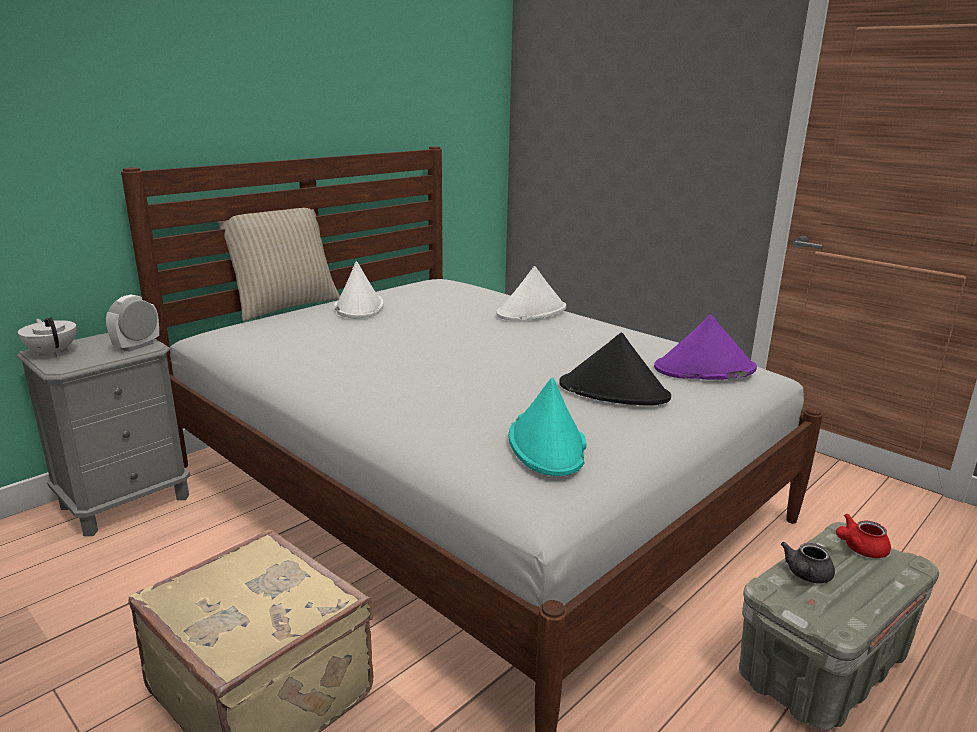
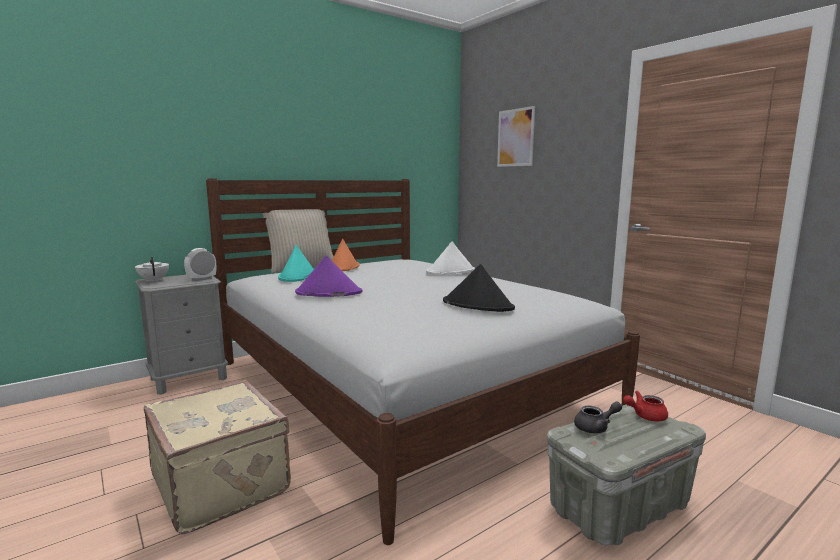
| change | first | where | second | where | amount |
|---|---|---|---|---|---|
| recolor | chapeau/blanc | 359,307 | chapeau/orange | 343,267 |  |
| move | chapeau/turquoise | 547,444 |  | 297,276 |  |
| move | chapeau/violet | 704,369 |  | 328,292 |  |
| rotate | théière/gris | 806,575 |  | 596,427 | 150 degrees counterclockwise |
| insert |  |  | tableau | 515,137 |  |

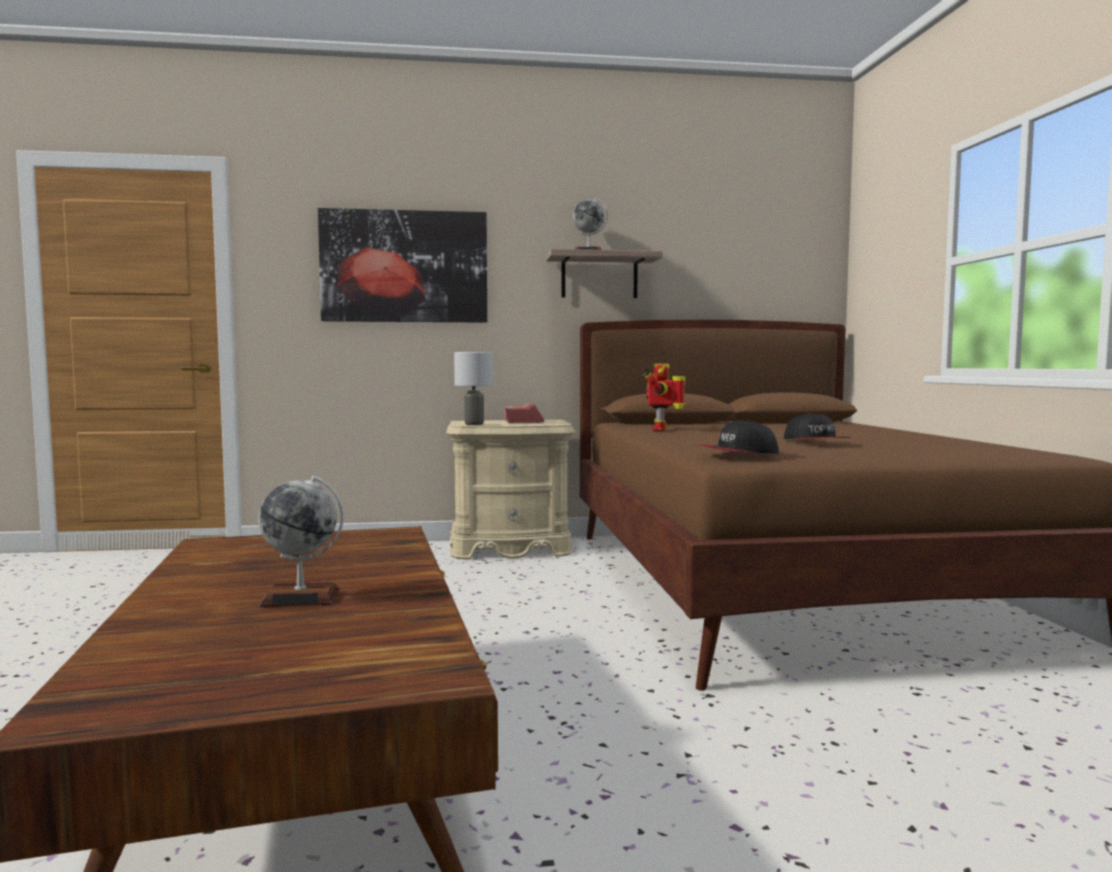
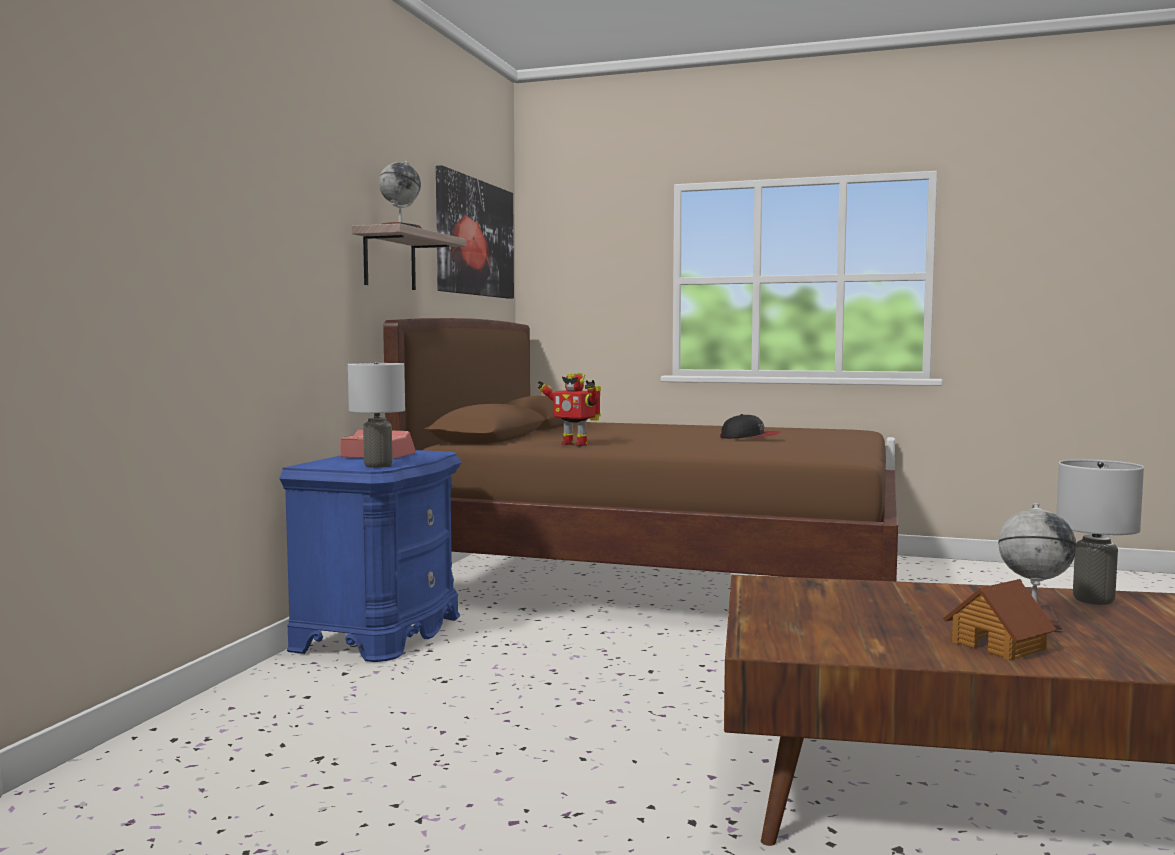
| change | first | where | second | where | amount |
|---|---|---|---|---|---|
| move | tableau | 404,267 |  | 475,238 |  |
| recolor | table de chevet/beige | 511,548 | table de chevet/bleu | 385,632 |  |
| delete | casquette | 737,453 |  |  |  |
| insert |  |  | maison miniature | 999,645 |  |
| insert |  |  | lampe de table/blanc | 1091,600 |  |

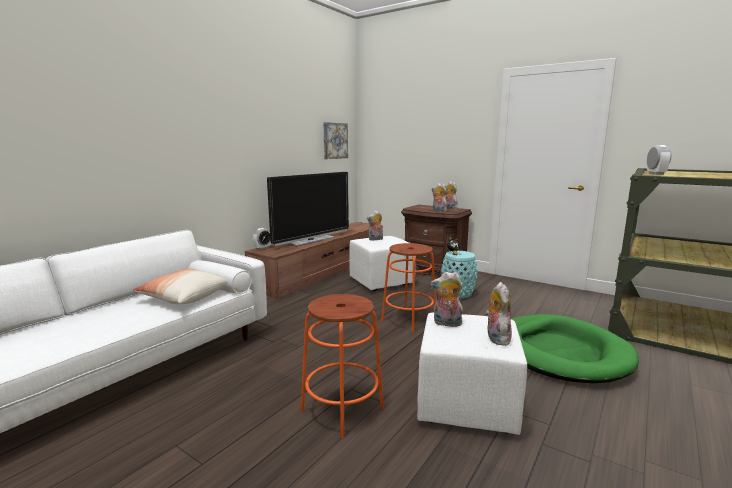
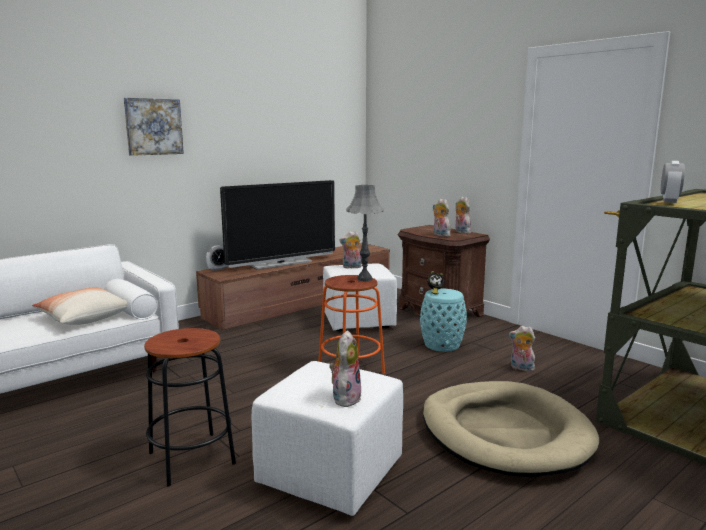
| change | first | where | second | where | amount |
|---|---|---|---|---|---|
| recolor | tabouret/orange | 342,409 | tabouret/noir | 191,458 |  |
| move | tableau | 335,140 |  | 153,126 |  |
| move | peluche | 446,323 |  | 521,368 |  |
| recolor | panier pour chien/vert | 558,352 | panier pour chien/beige | 504,433 |  |
| insert |  |  | lampe de table/gris | 364,279 |  |

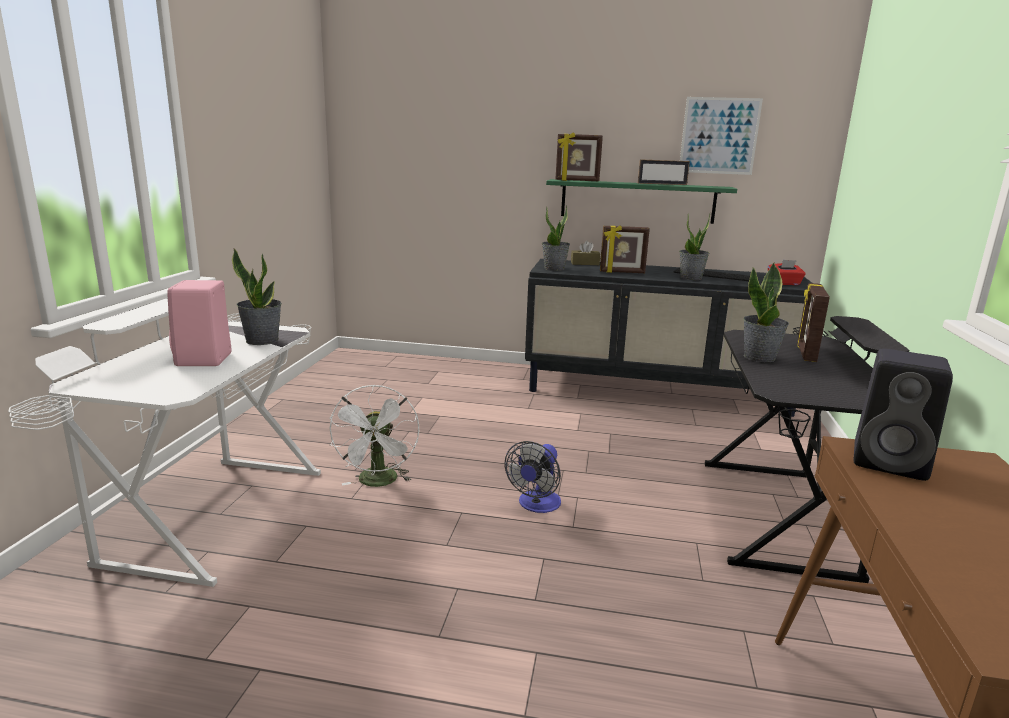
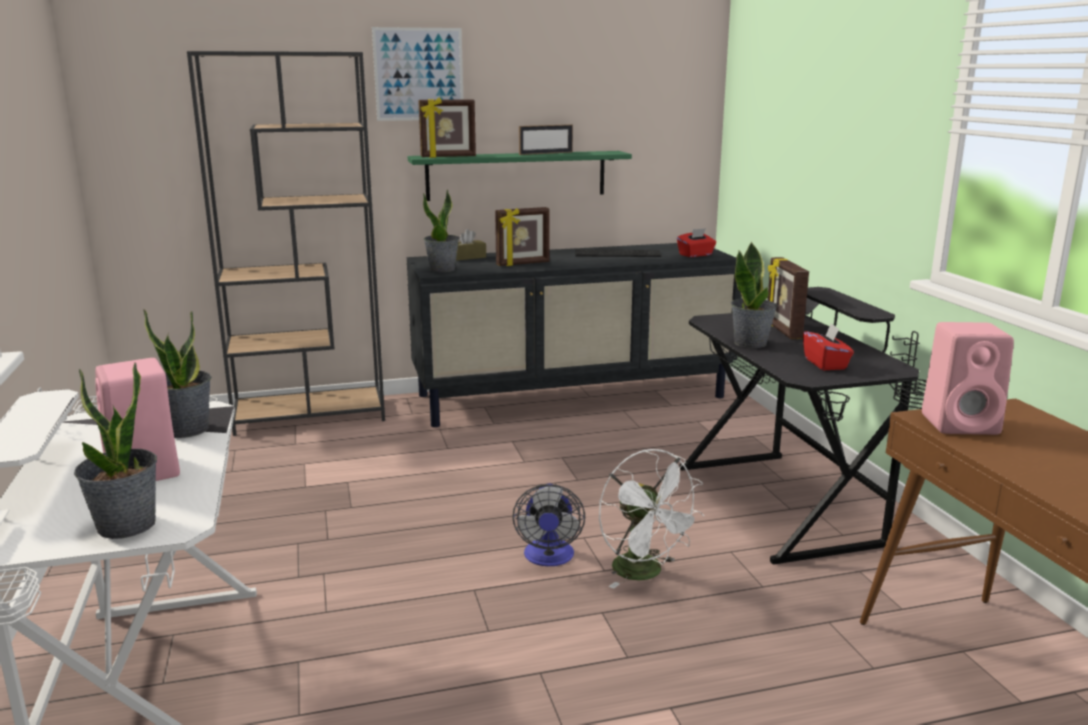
| change | first | where | second | where | amount |
|---|---|---|---|---|---|
| move | ventilateur/blanc | 378,483 |  | 645,573 |  |
| move | plante en pot | 691,278 |  | 126,526 |  |
| move | tableau | 719,136 |  | 419,74 |  |
| recolor | enceinte/noir | 892,462 | enceinte/rose | 962,424 |  |
| insert |  |  | bibliothèque | 310,415 |  |
| insert |  |  | boîte à mouchoirs/rouge | 825,364 |  |

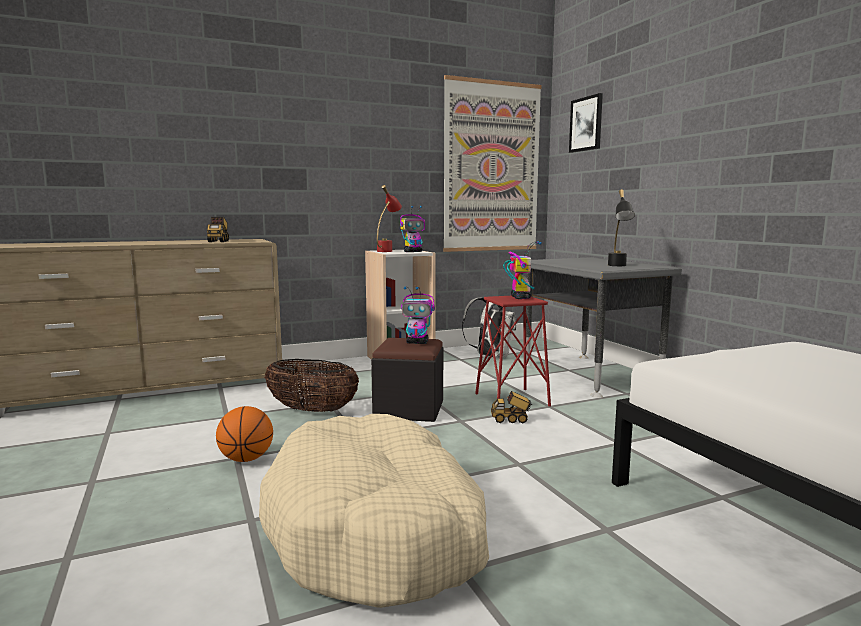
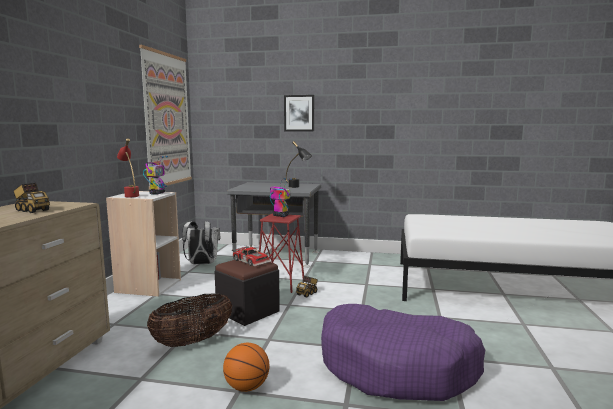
| change | first | where | second | where | amount |
|---|---|---|---|---|---|
| recolor | panier pour chien/beige | 377,531 | panier pour chien/violet | 397,367 |  |
| replace | robot jouet | 418,342 | petite voiture | 252,261 |  |
| move | tableau | 586,124 |  | 299,113 |  |

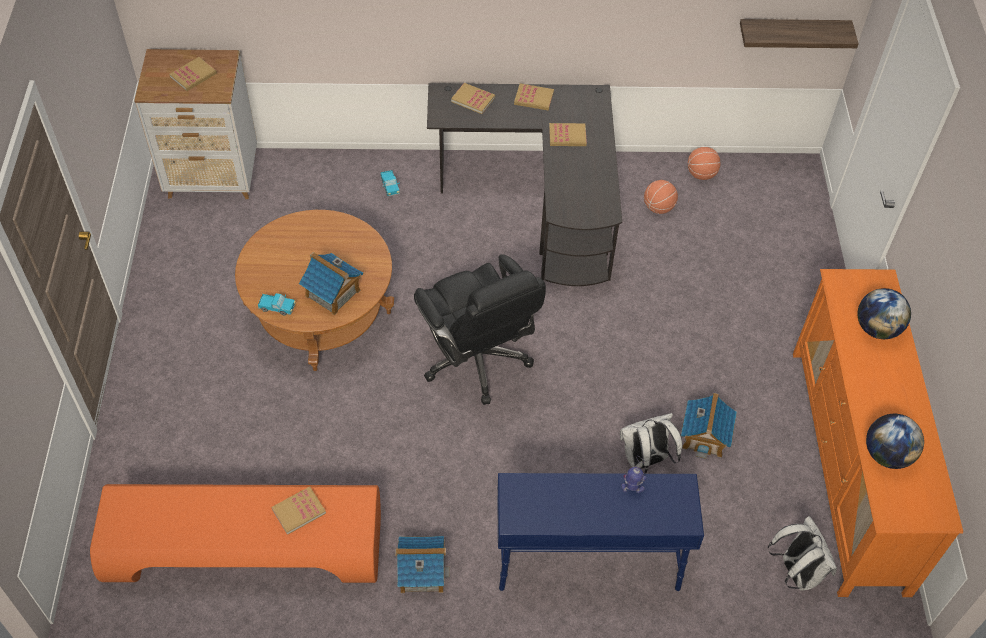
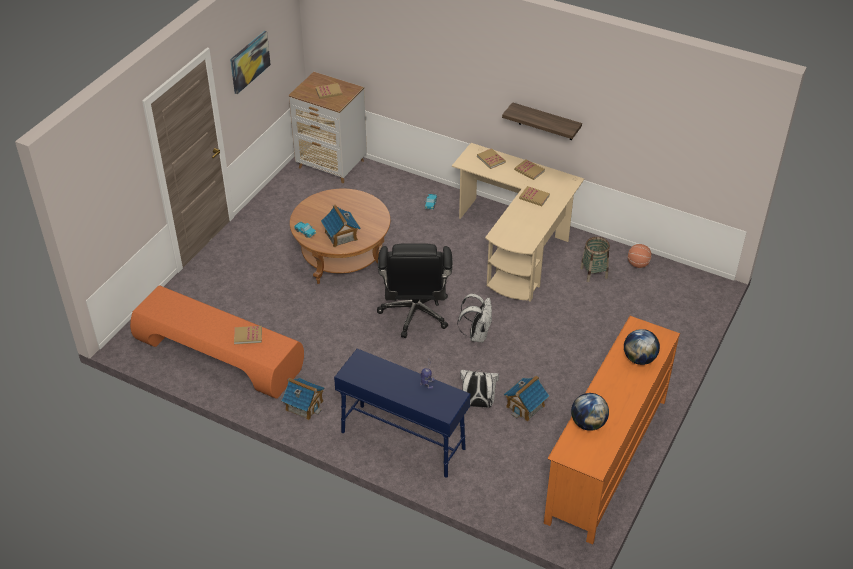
| change | first | where | second | where | amount |
|---|---|---|---|---|---|
| recolor | bureau/noir | 540,203 | bureau/beige | 517,245 |  |
| replace | ballon de basket | 658,207 | panier | 593,273 |  |
| move | étagère | 792,33 |  | 546,122 |  |
| move | sac à dos/blanc | 796,572 |  | 477,335 |  |
| insert |  |  | tableau | 249,61 |  |

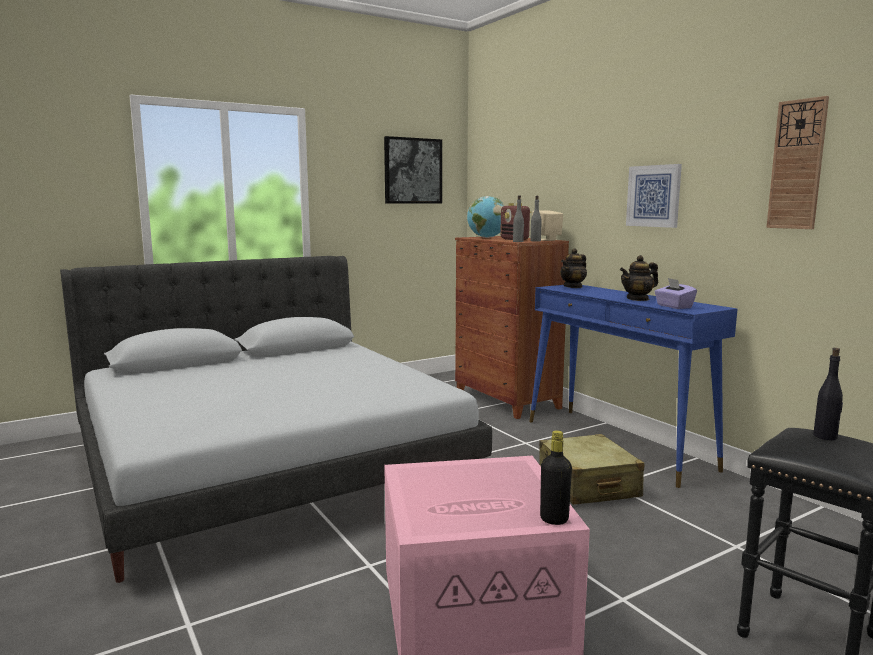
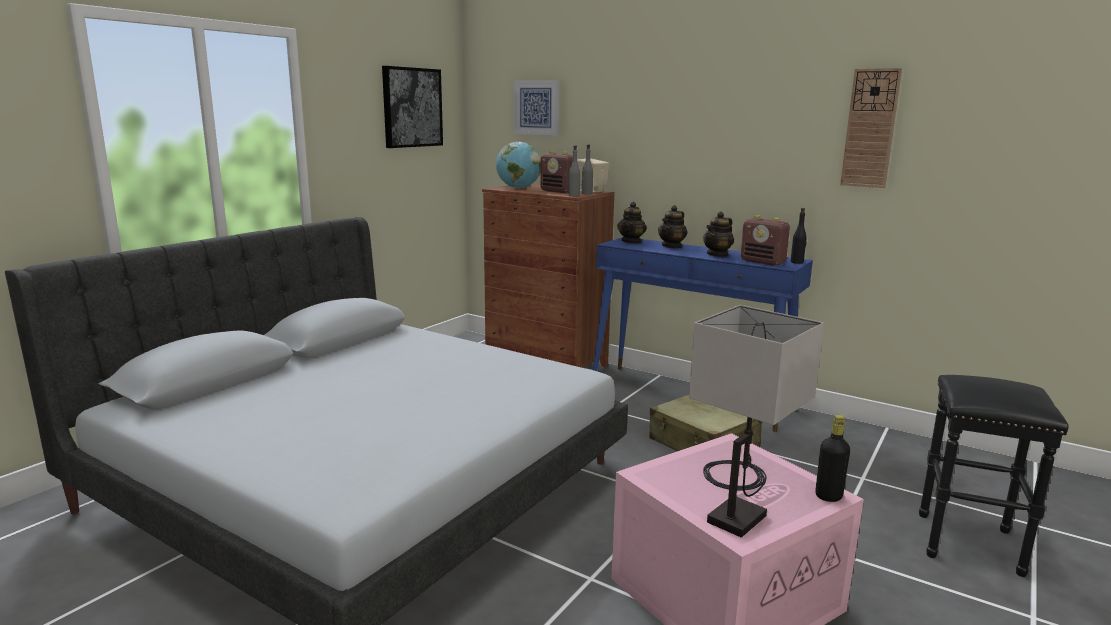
| change | first | where | second | where | amount |
|---|---|---|---|---|---|
| move | tableau | 654,196 |  | 537,107 |  |
| replace | boîte à mouchoirs/violet | 673,306 | radio | 763,262 |  |
| move | bouteille/noir | 825,436 |  | 797,262 |  |
| insert |  |  | théière | 672,246 |  |
| insert |  |  | lampe de table | 738,499 |  |

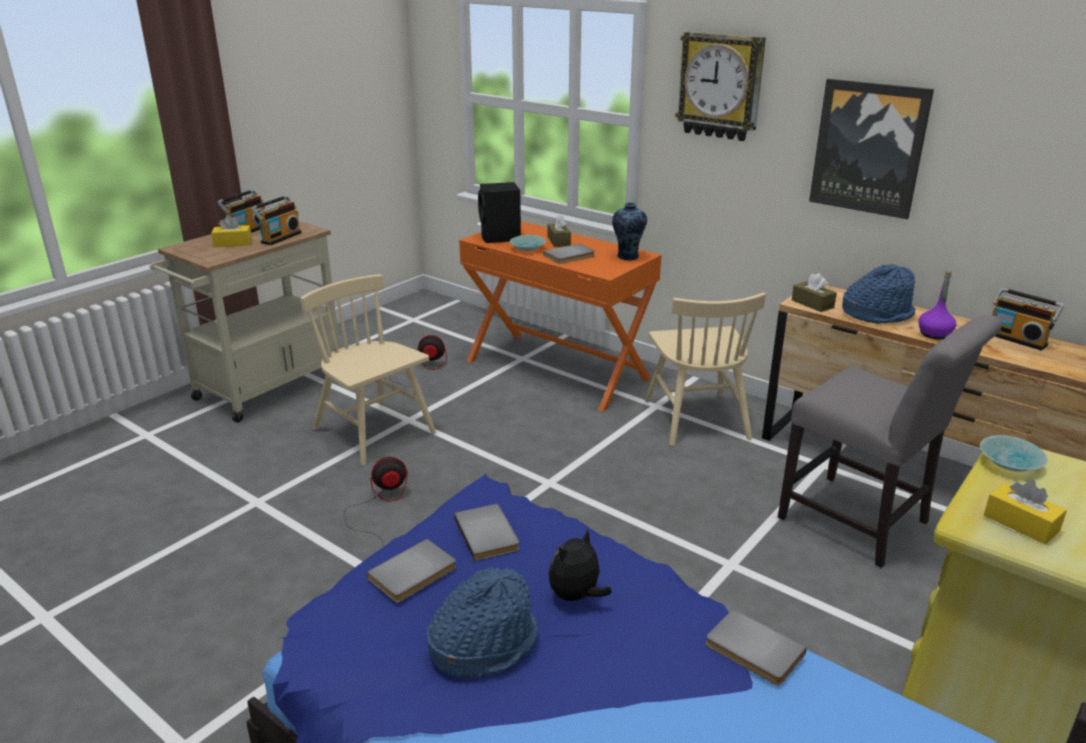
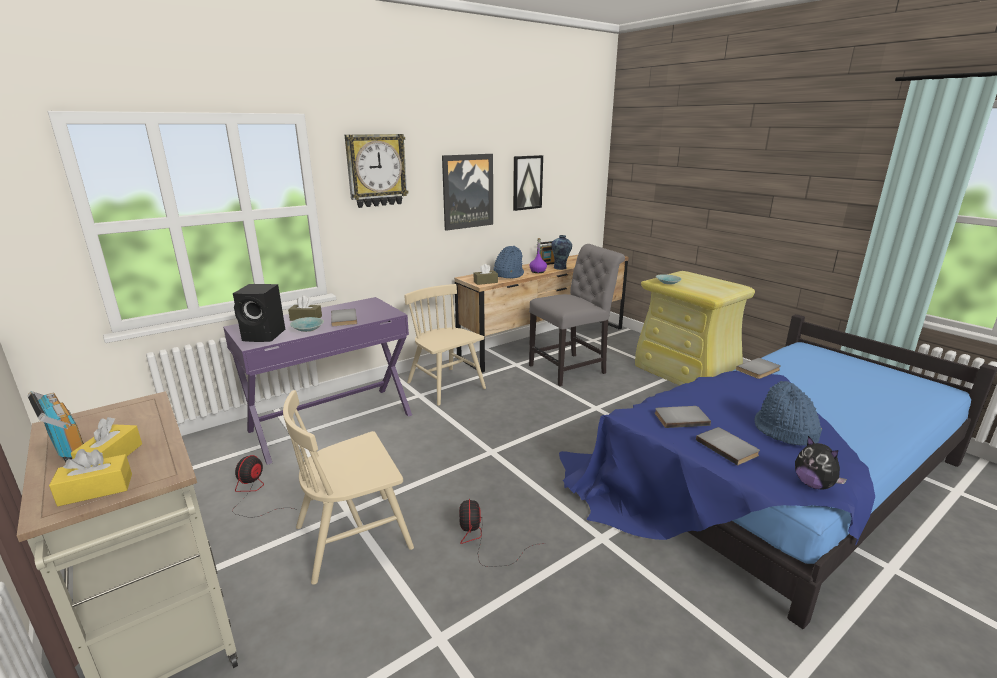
| change | first | where | second | where | amount |
|---|---|---|---|---|---|
| delete | radio | 280,237 |  |  |  |
| recolor | bureau/orange | 557,369 | bureau/violet | 331,422 |  |
| move | peluche | 576,596 |  | 813,484 |  |
| move | vase | 627,257 |  | 560,268 |  |
| rotate | chaise/beige | 696,419 |  | 446,386 | 135 degrees counterclockwise |
| move | boîte à mouchoirs/jaune | 1021,523 |  | 96,489 |  |
| insert |  |  | tableau | 527,182 |  |

